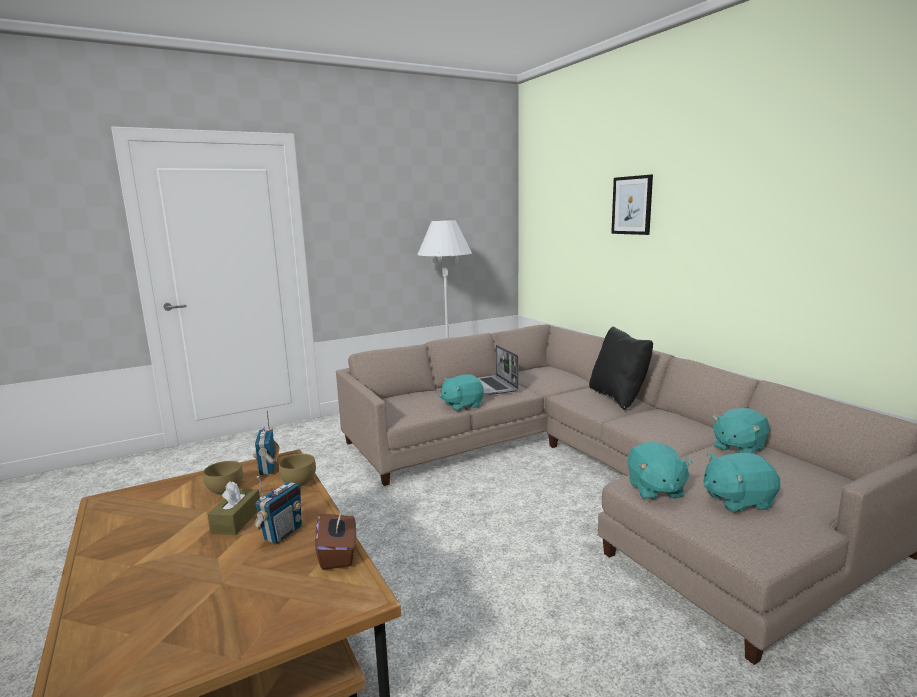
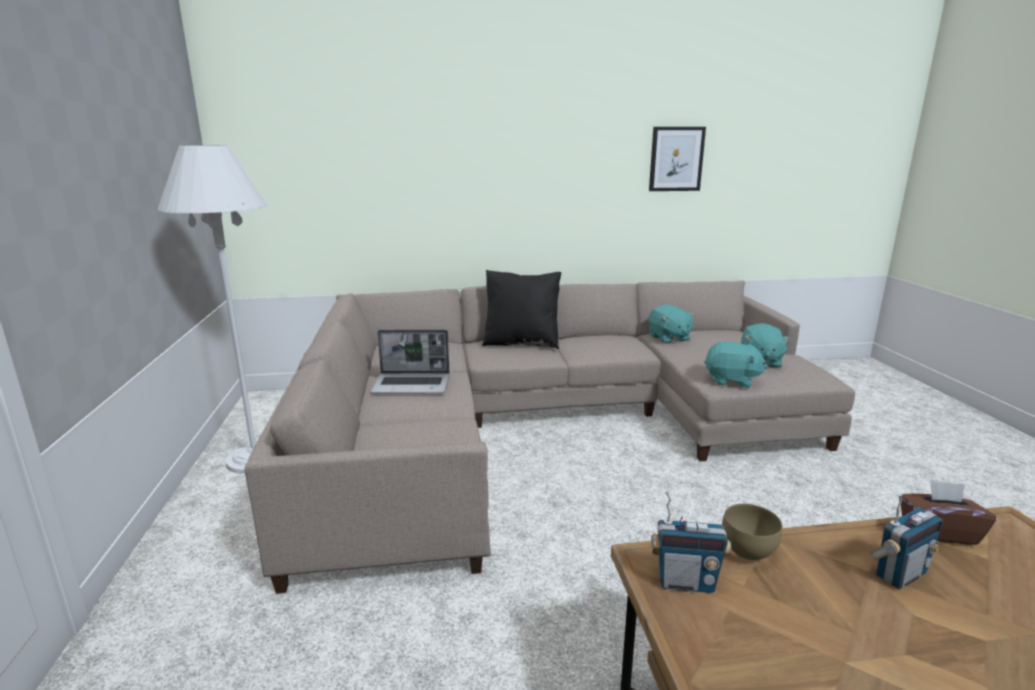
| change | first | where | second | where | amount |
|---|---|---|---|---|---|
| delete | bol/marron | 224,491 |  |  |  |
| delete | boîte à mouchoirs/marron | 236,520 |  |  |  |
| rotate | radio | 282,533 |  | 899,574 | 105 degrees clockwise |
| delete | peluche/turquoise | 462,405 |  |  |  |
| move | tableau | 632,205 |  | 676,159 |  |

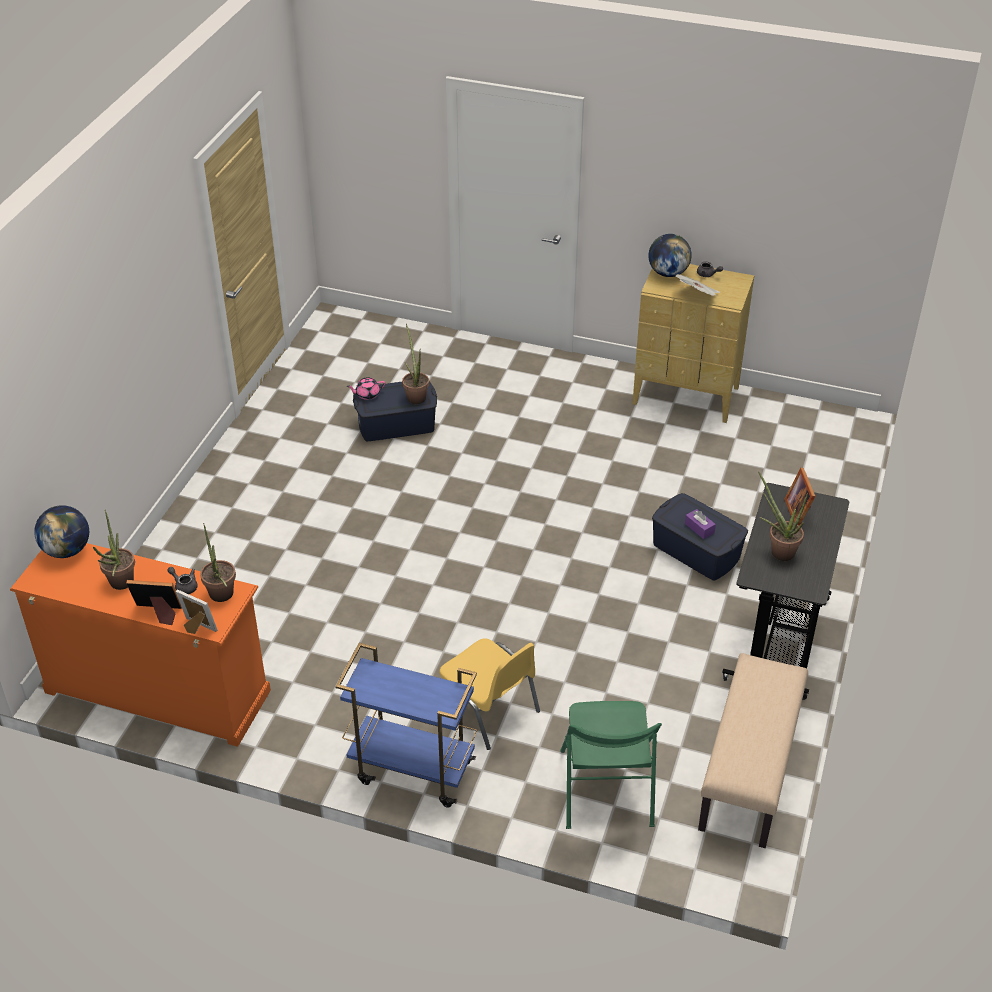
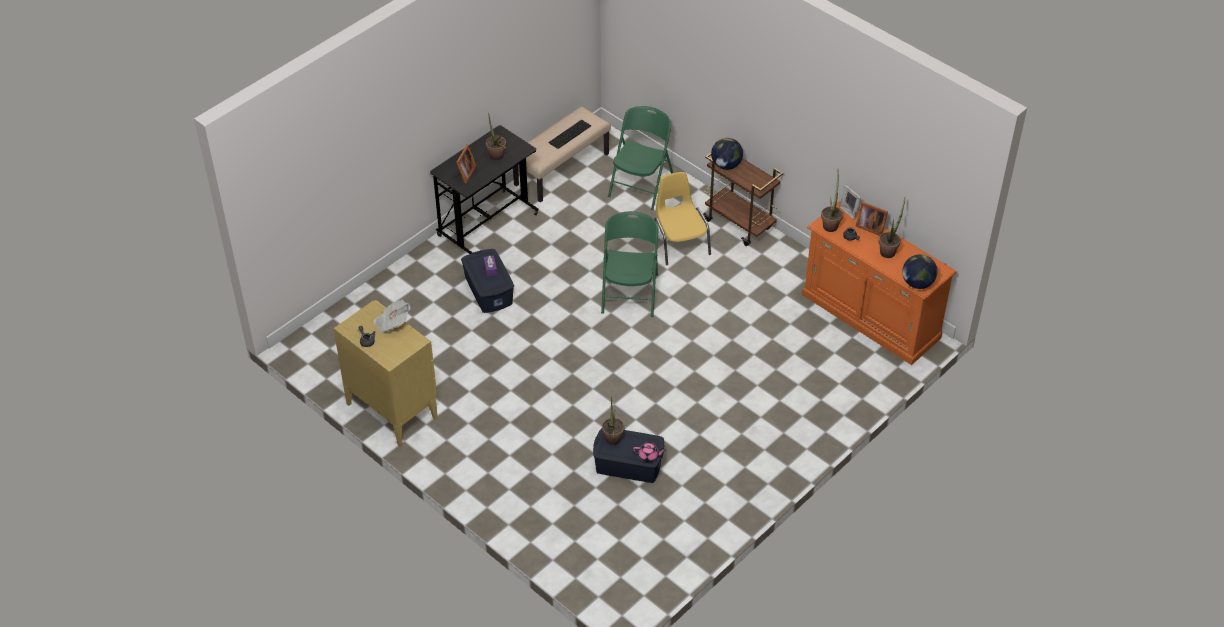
| change | first | where | second | where | amount |
|---|---|---|---|---|---|
| recolor | chariot/bleu | 411,771 | chariot/marron | 739,226 |  |
| move | globe | 668,273 |  | 726,165 |  |
| insert |  |  | clavier | 569,134 |  |
| insert |  |  | chaise/vert | 630,294 |  |

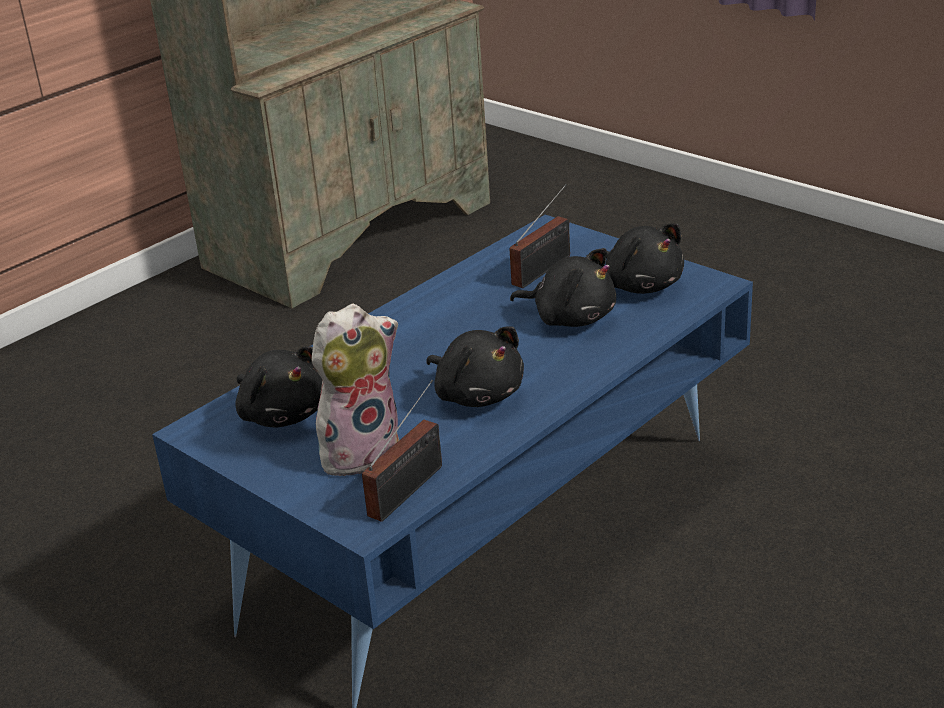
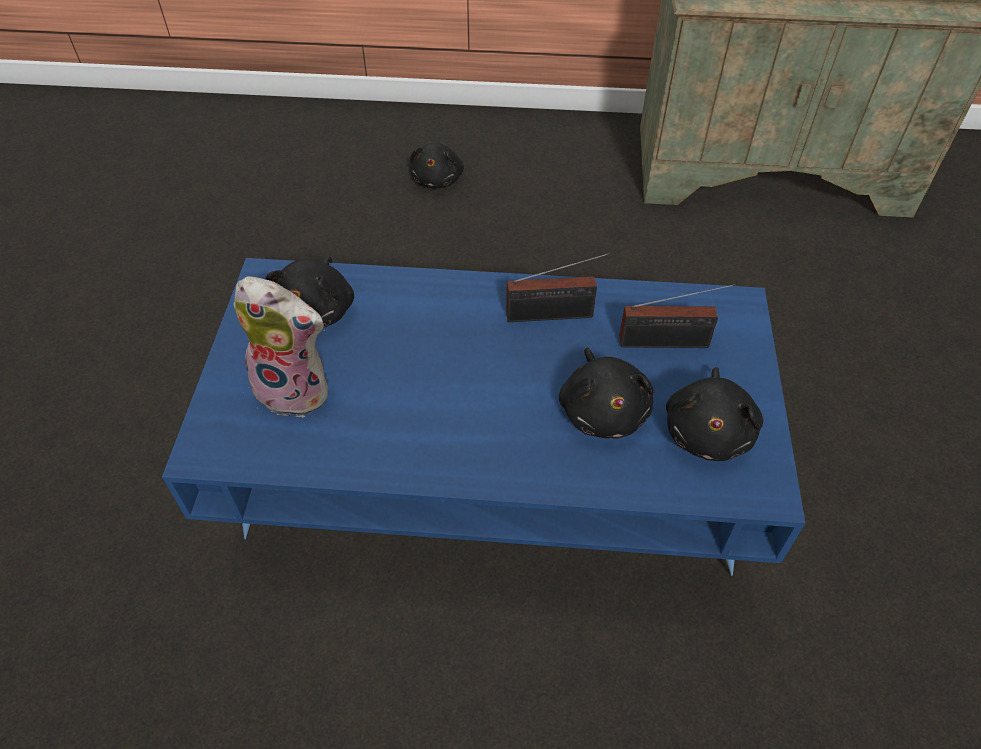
| change | first | where | second | where | amount |
|---|---|---|---|---|---|
| move | radio | 410,488 |  | 554,315 |  |
| move | peluche/noir | 477,394 |  | 438,179 |  |

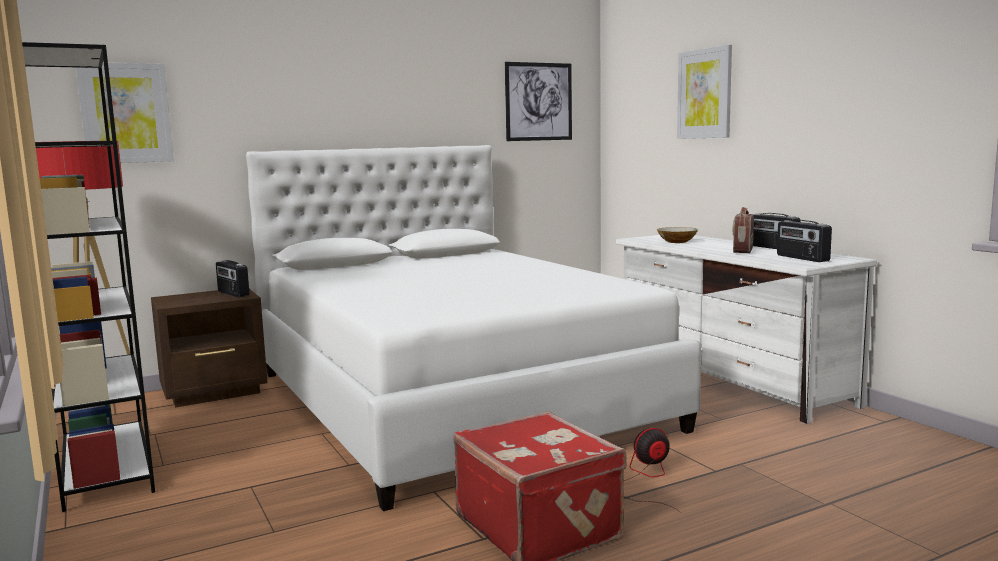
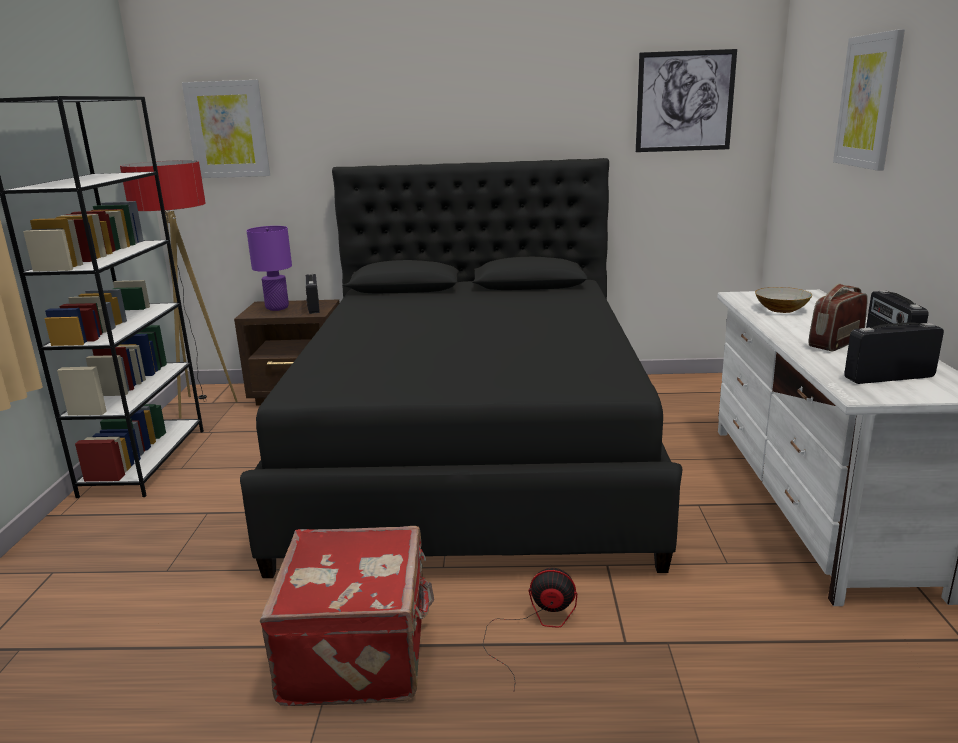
| change | first | where | second | where | amount |
|---|---|---|---|---|---|
| recolor | lit/blanc | 453,399 | lit/noir | 472,453 |  |
| rotate | radio | 802,258 |  | 888,377 | 75 degrees clockwise |
| insert |  |  | lampe de table/violet | 277,309 |  |

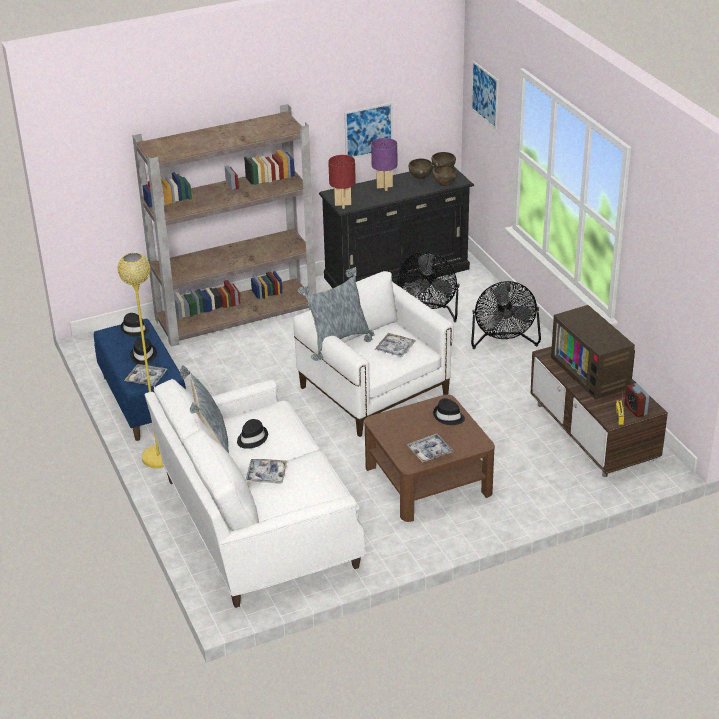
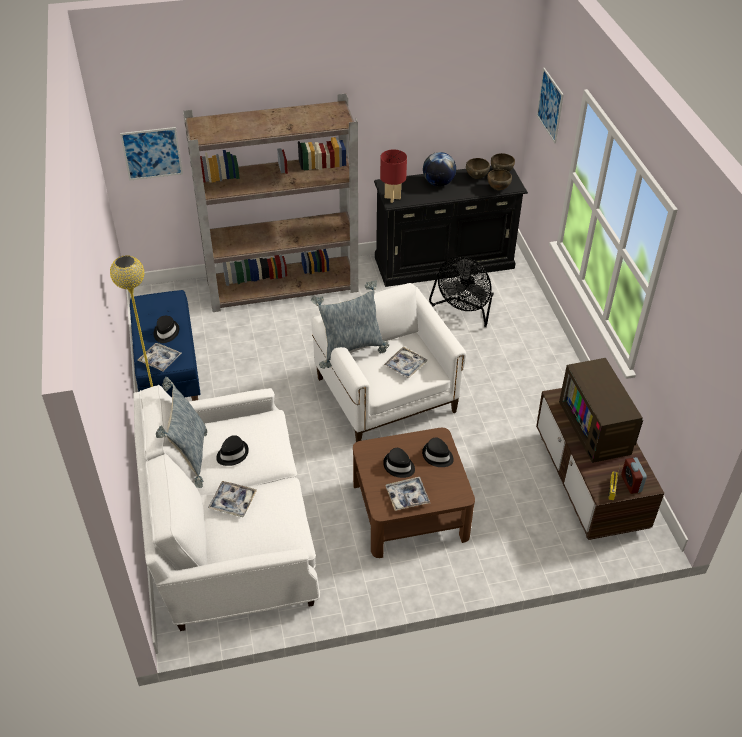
| change | first | where | second | where | amount |
|---|---|---|---|---|---|
| move | chapeau/noir | 135,329 |  | 399,466 |  |
| move | tableau | 368,131 |  | 152,153 |  |
| replace | lampe de table/violet | 384,187 | globe | 438,183 |  |
| delete | ventilateur/noir | 501,340 |  |  |  |

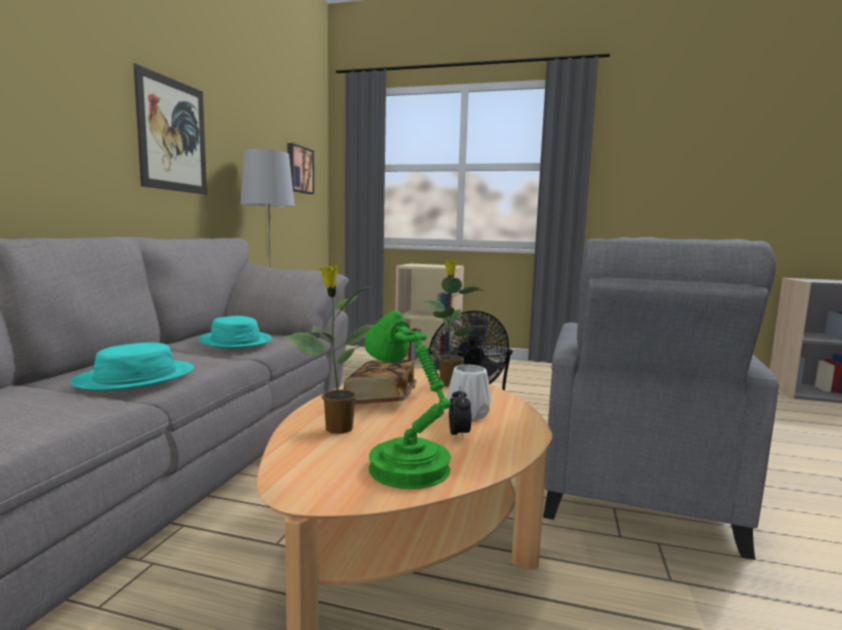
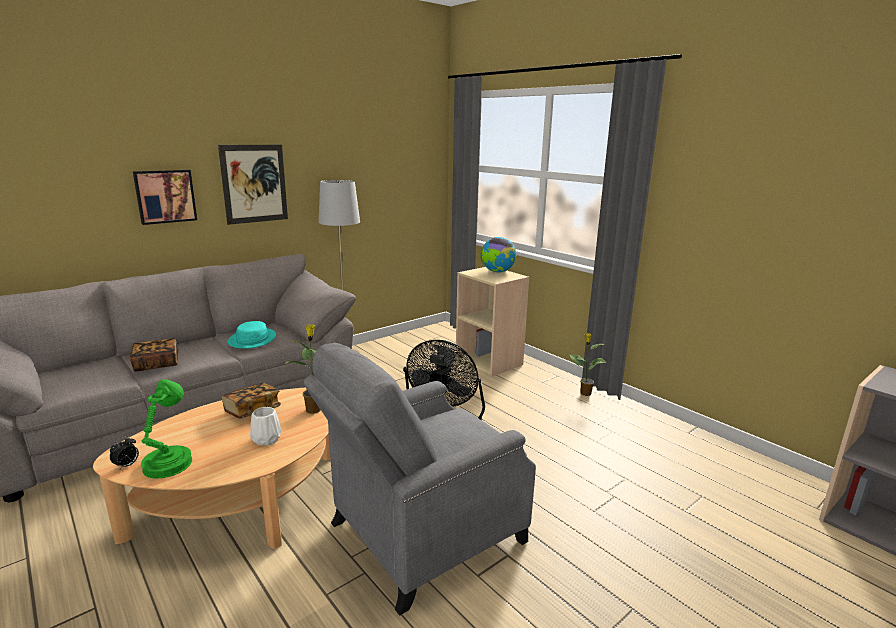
| change | first | where | second | where | amount |
|---|---|---|---|---|---|
| replace | chapeau/turquoise | 135,377 | livre | 157,364 |  |
| move | plante en pot | 337,429 |  | 585,393 |  |
| move | tableau | 298,169 |  | 165,196 |  |
| move | réveil | 459,435 |  | 127,465 |  |
| insert |  |  | globe | 497,272 |  |

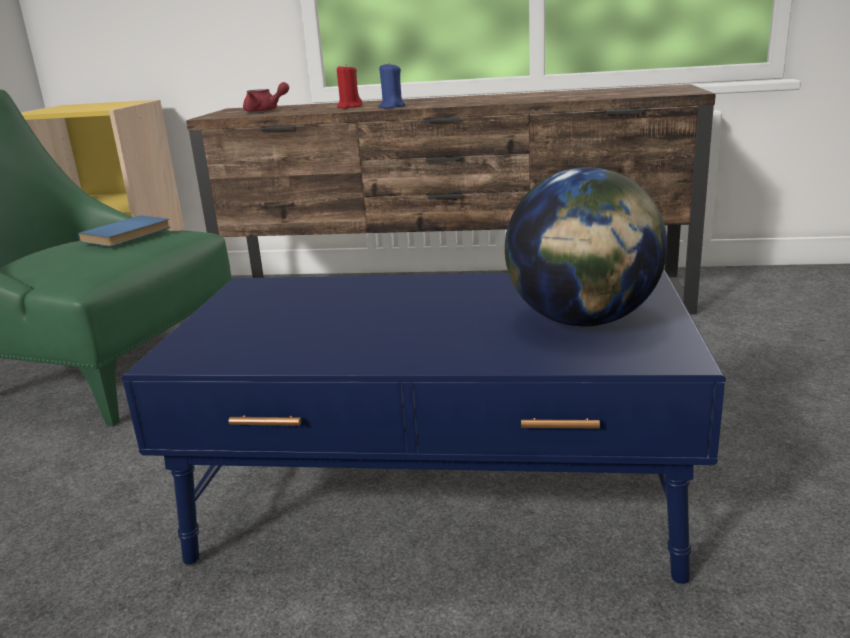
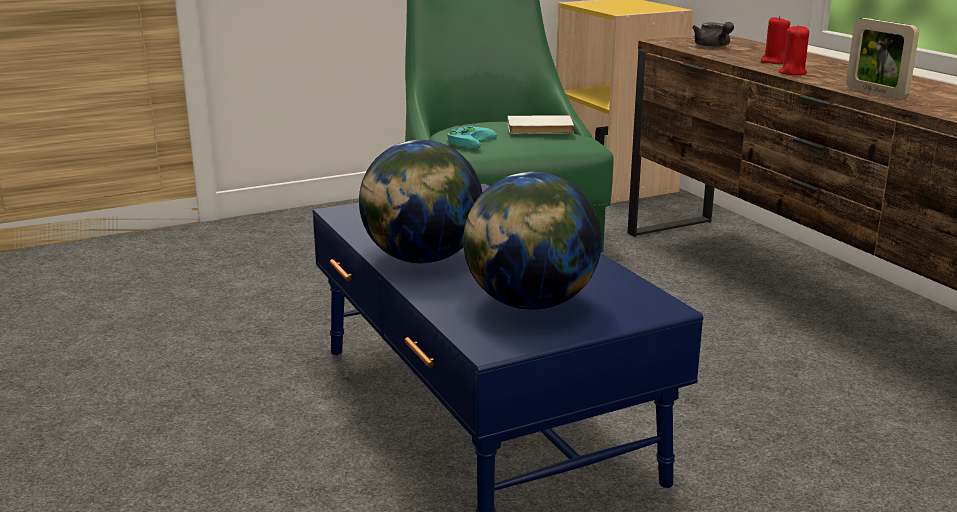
| change | first | where | second | where | amount |
|---|---|---|---|---|---|
| recolor | livre/bleu | 128,234 | livre/blanc | 540,128 |  |
| recolor | théière/rouge | 265,111 | théière/gris | 713,46 |  |
| recolor | bougie/bleu | 392,107 | bougie/rouge | 792,73 |  |
| insert |  |  | globe | 422,259 |  |
| insert |  |  | manette/turquoise | 469,140 |  |
| insert |  |  | cadre photo | 876,93 |  |

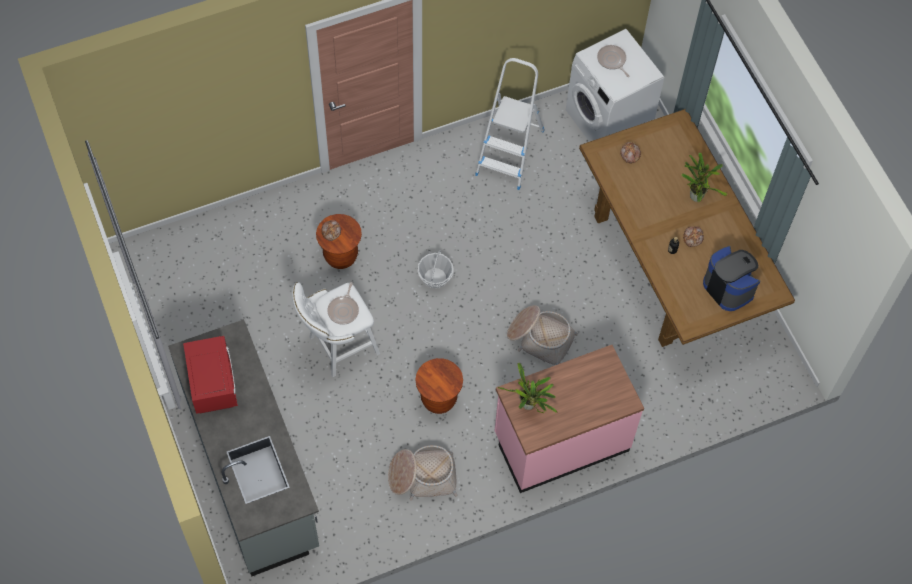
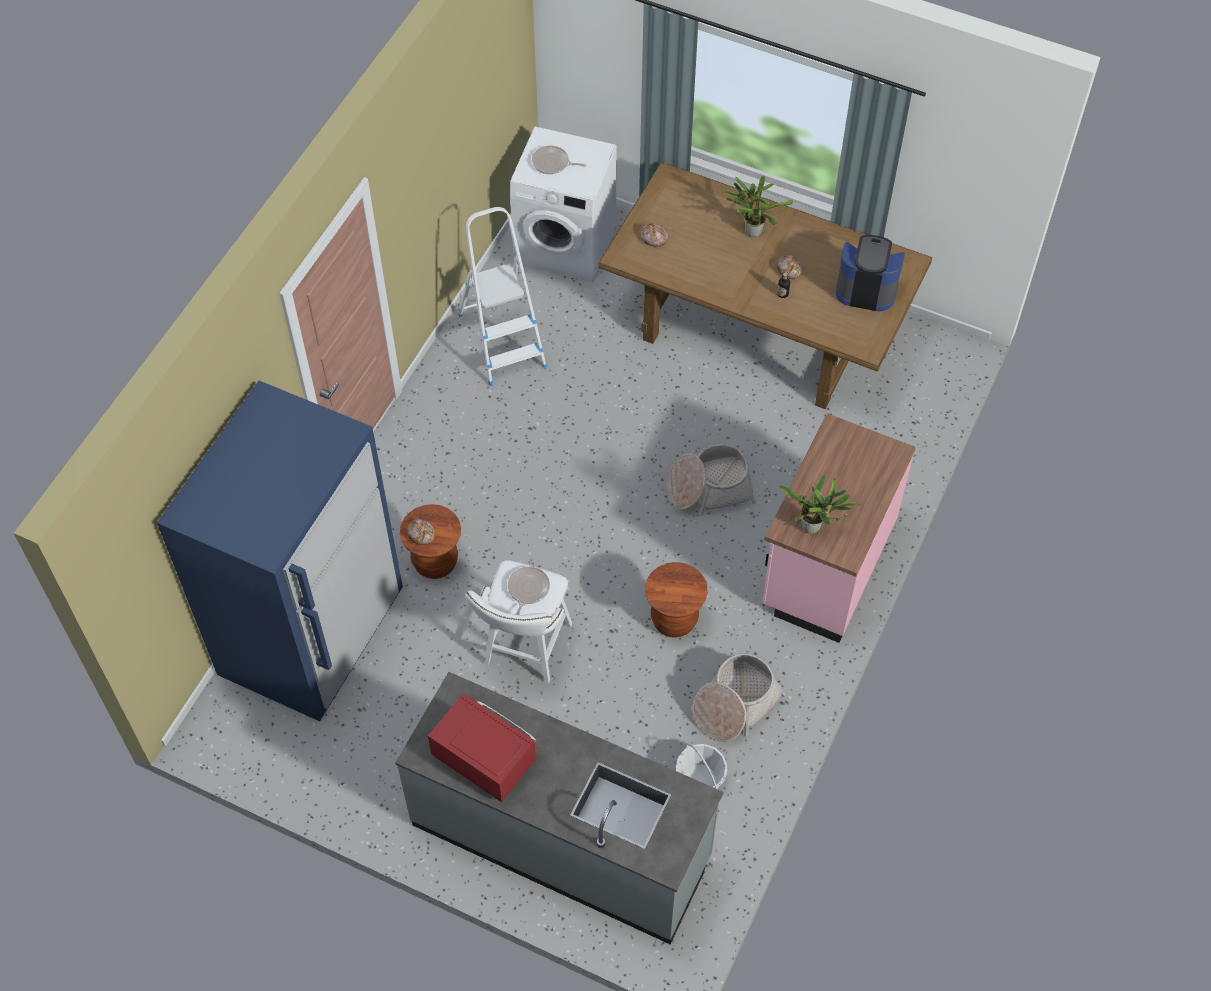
| change | first | where | second | where | amount |
|---|---|---|---|---|---|
| rotate | poêle | 344,310 |  | 527,590 | 135 degrees counterclockwise |
| move | panier | 435,278 |  | 700,779 |  |
| insert |  |  | réfrigérateur/bleu | 312,630 |  |

